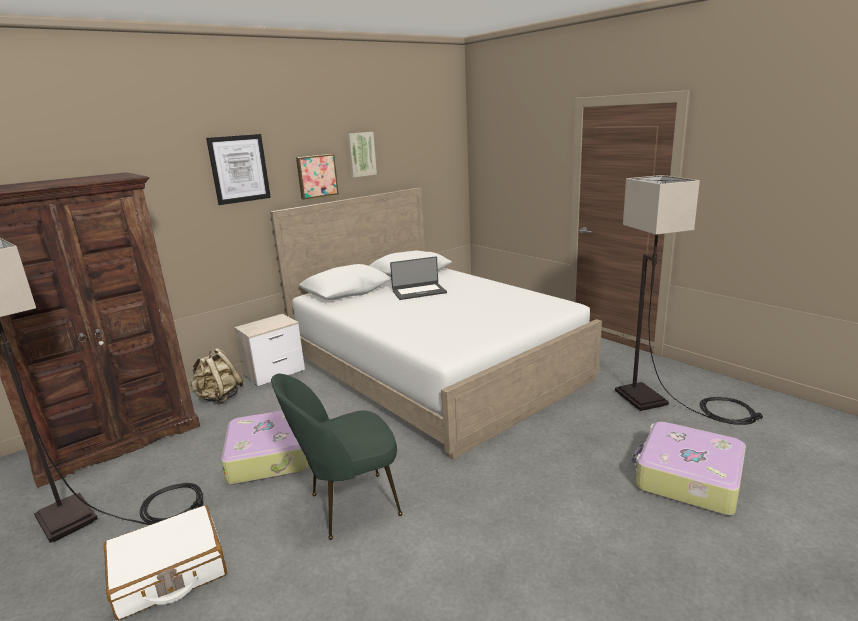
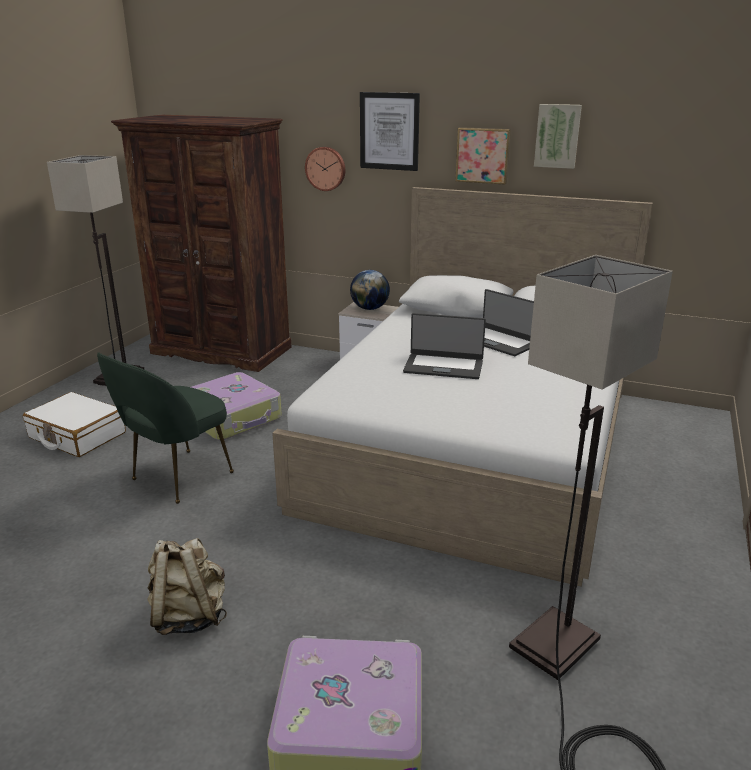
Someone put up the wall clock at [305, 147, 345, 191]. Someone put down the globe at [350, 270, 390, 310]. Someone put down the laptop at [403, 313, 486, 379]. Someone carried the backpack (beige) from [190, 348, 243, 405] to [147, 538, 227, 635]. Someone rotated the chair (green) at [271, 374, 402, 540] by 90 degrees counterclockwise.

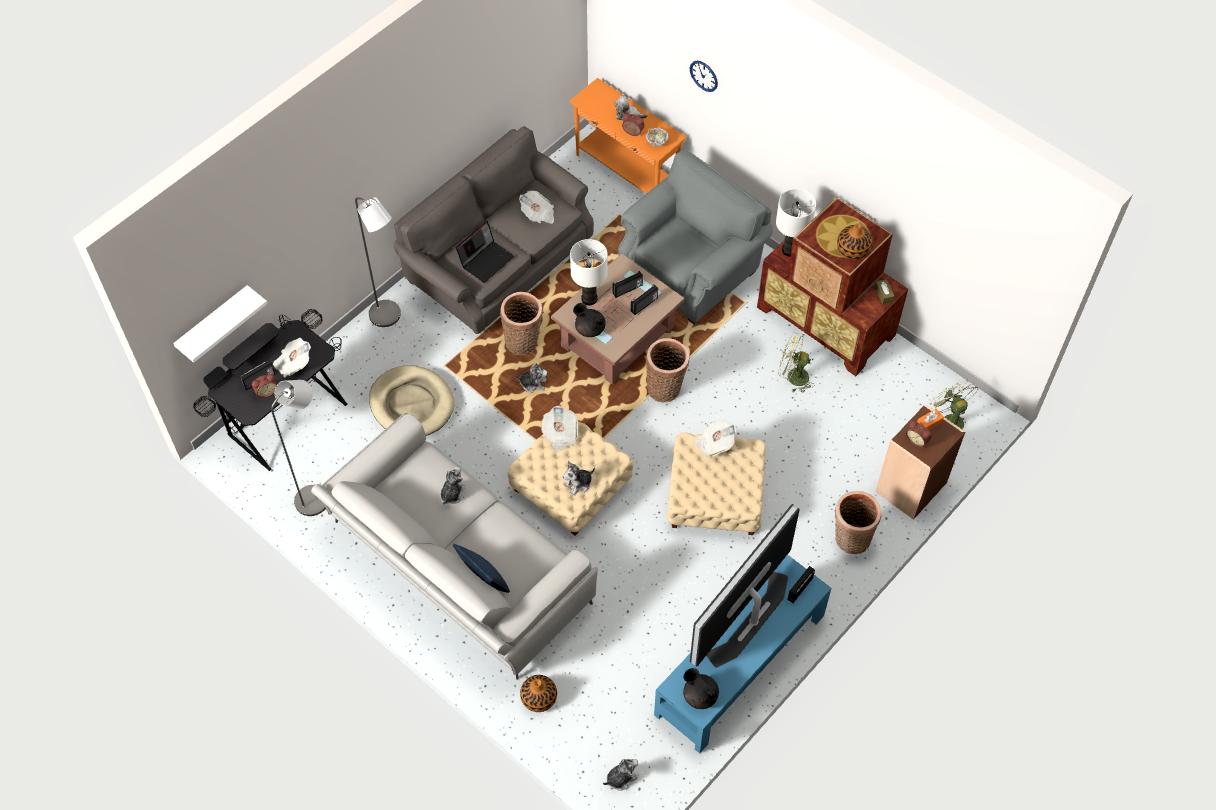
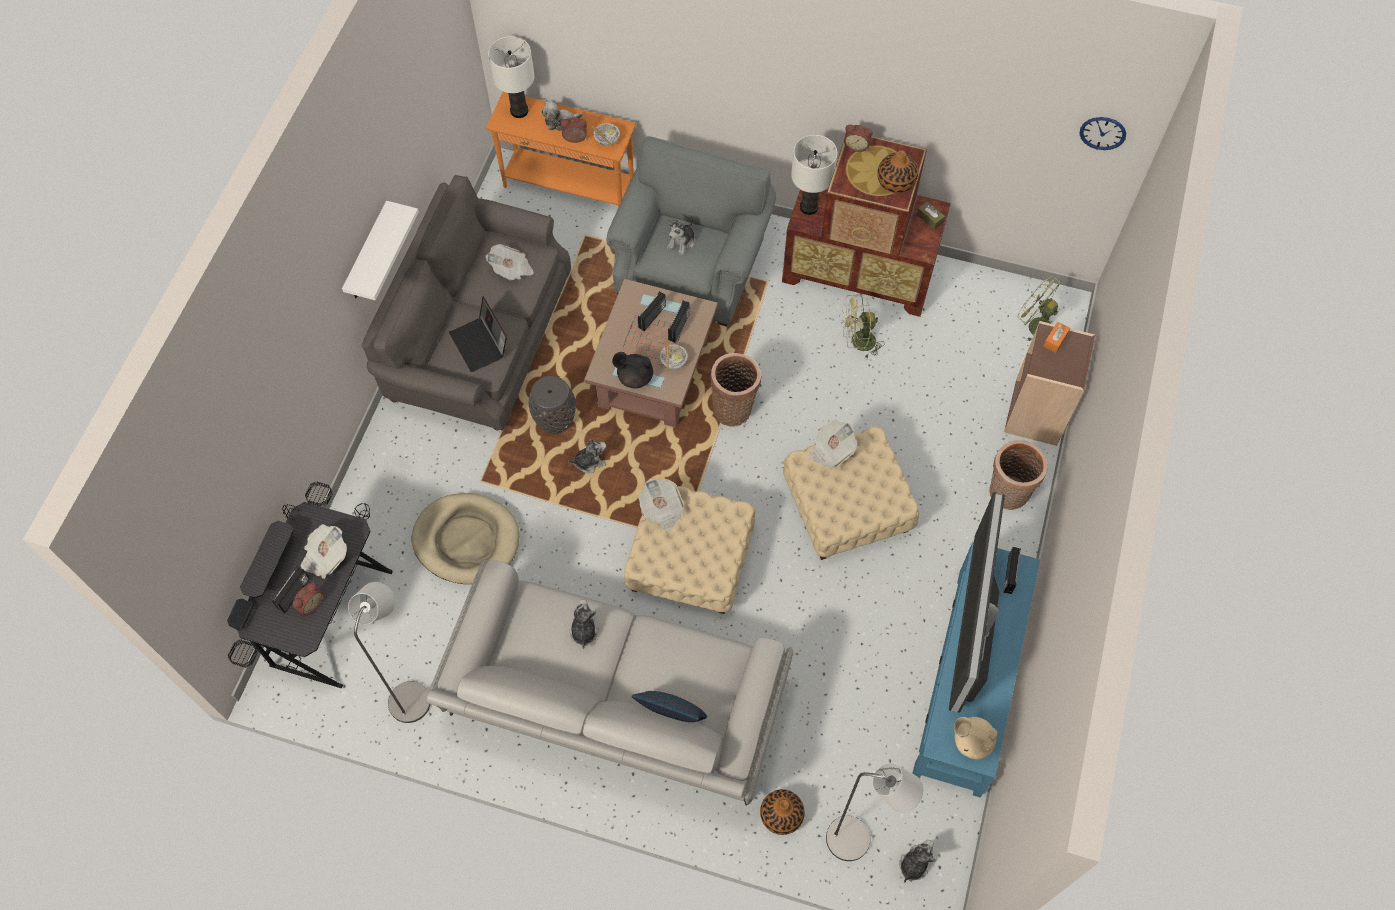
Someone put down the bowl at [660, 341, 688, 371]. Someone carried the shelf (white) from [173, 285, 268, 363] to [342, 201, 419, 300]. Someone carried the floor lamp (grey) from [355, 197, 401, 327] to [826, 763, 923, 861]. Someone carried the plush toy from [562, 461, 595, 496] to [667, 219, 695, 256]. Someone carried the table lamp (white) from [570, 239, 608, 305] to [488, 36, 535, 118]. Someone carried the wall clock from [690, 61, 718, 92] to [1080, 117, 1126, 150]. Someone carried the alarm clock from [905, 421, 931, 447] to [844, 124, 872, 152]. Someone swapped the basket at [500, 292, 543, 355] for the stool (grey) at [529, 376, 576, 434]. Someone repainted the teapot (black) at [683, 668, 719, 709], which became the teapot (beige) at [954, 717, 997, 759]. Someone rotated the laptop at [456, 221, 514, 283] by 135 degrees clockwise.

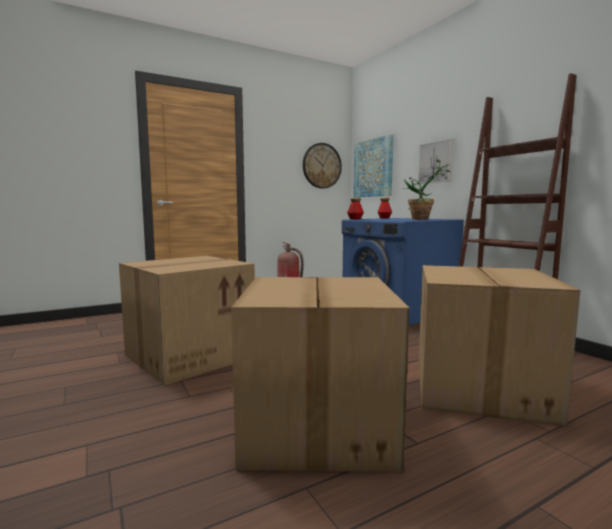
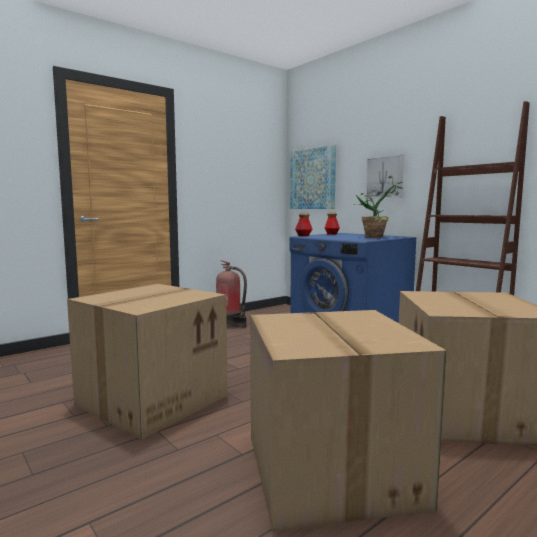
Someone took away the wall clock at [303, 143, 342, 189].

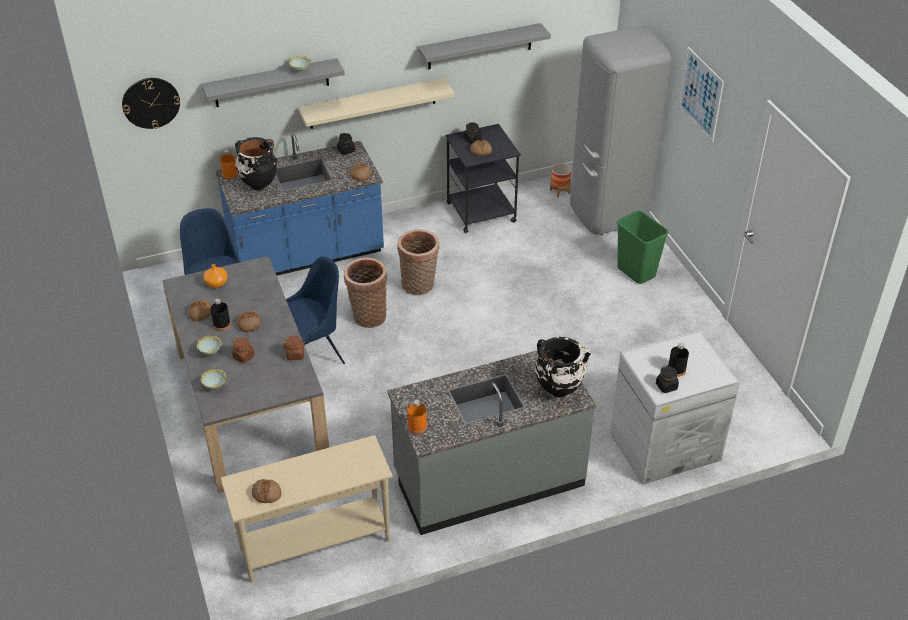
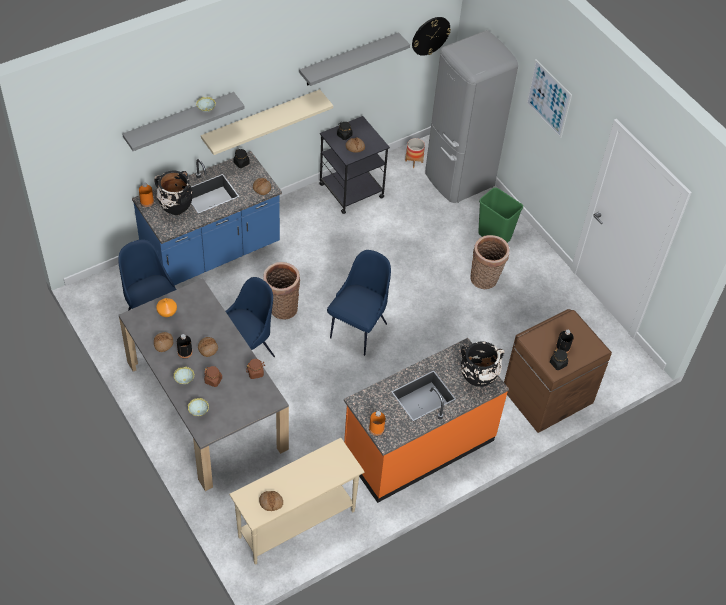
Someone put down the chair (blue) at [327, 250, 391, 356]. Someone carried the wall clock from [122, 78, 180, 129] to [412, 17, 451, 56]. Someone carried the basket from [397, 229, 439, 295] to [471, 235, 509, 289]. Someone repainted the counter (grey) at [387, 350, 596, 535], which became the counter (orange) at [344, 338, 509, 503]. Someone repainted the washing machine (white) at [610, 331, 740, 485], which became the washing machine (brown) at [504, 309, 612, 433].

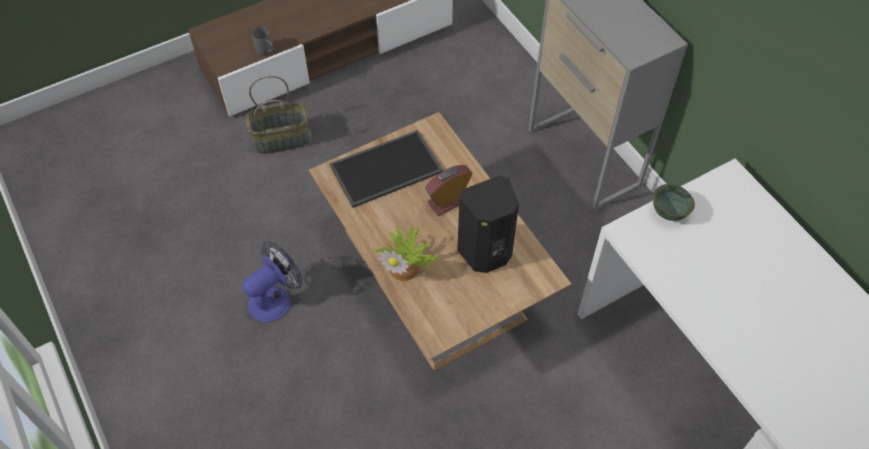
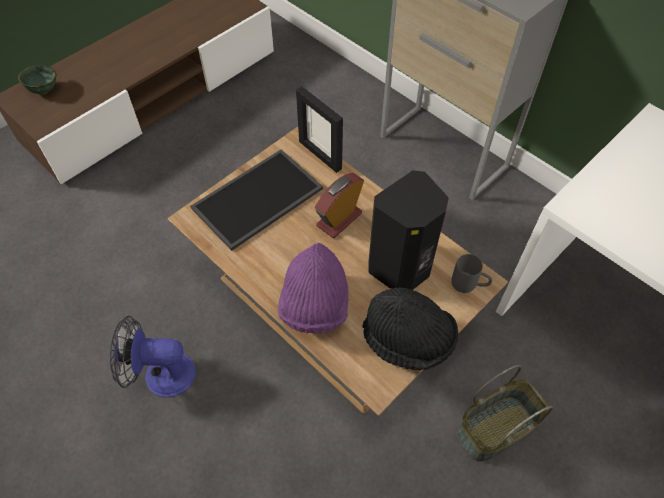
Someone put down the picture frame at [296, 86, 343, 173]. Someone put down the hat (black) at [362, 287, 458, 370]. Someone carried the basket from [246, 76, 310, 154] to [457, 365, 553, 462]. Someone carried the mug (grey) from [252, 27, 274, 56] to [451, 254, 492, 293]. Someone carried the bowl (green) from [653, 184, 695, 221] to [18, 66, 57, 95]. Someone swapped the potted plant at [373, 227, 439, 281] for the hat (purple) at [278, 243, 348, 334]. Someone rotated the fan at [242, 241, 302, 322] by 120 degrees counterclockwise.

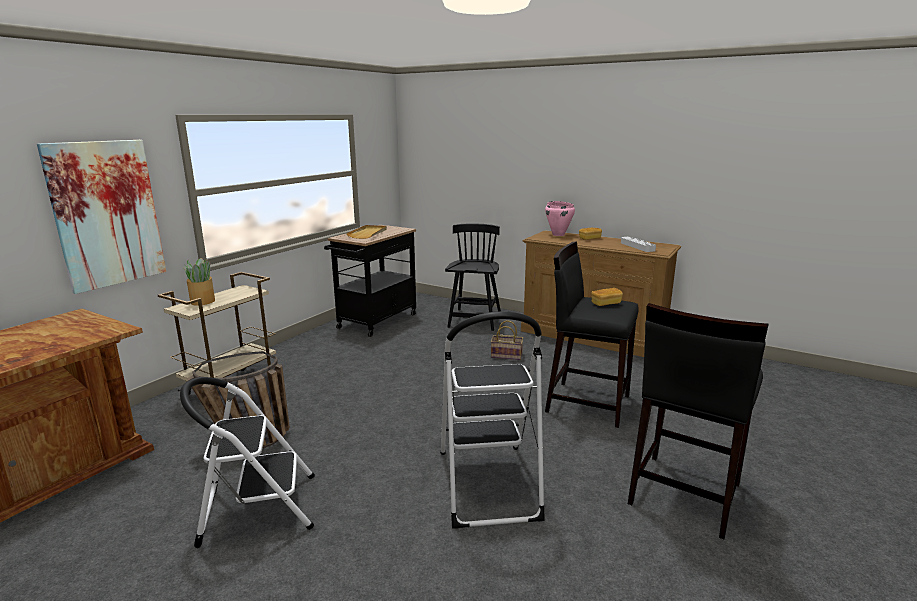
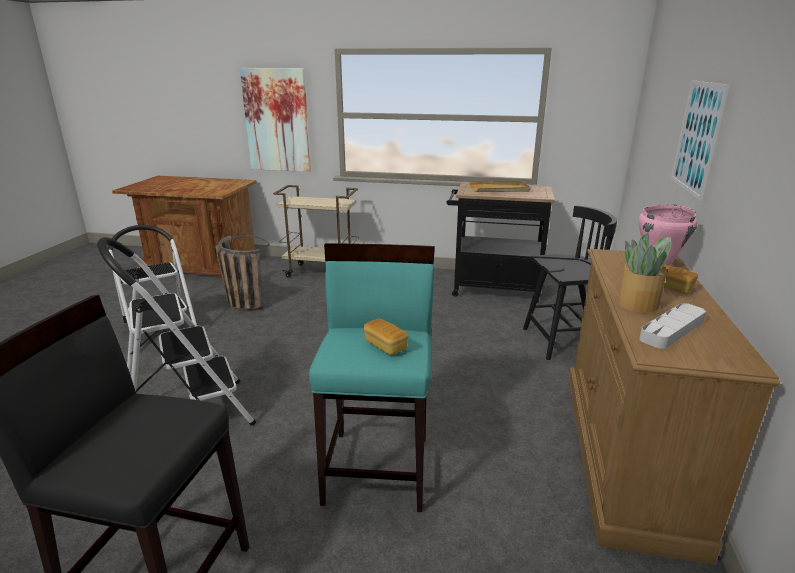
Someone took away the basket at [491, 320, 523, 360]. Someone put up the picture at [671, 80, 730, 202]. Someone carried the potted plant from [182, 258, 215, 306] to [618, 233, 672, 313]. Someone repainted the stool (black) at [545, 241, 639, 428], which became the stool (turquoise) at [309, 243, 435, 512].

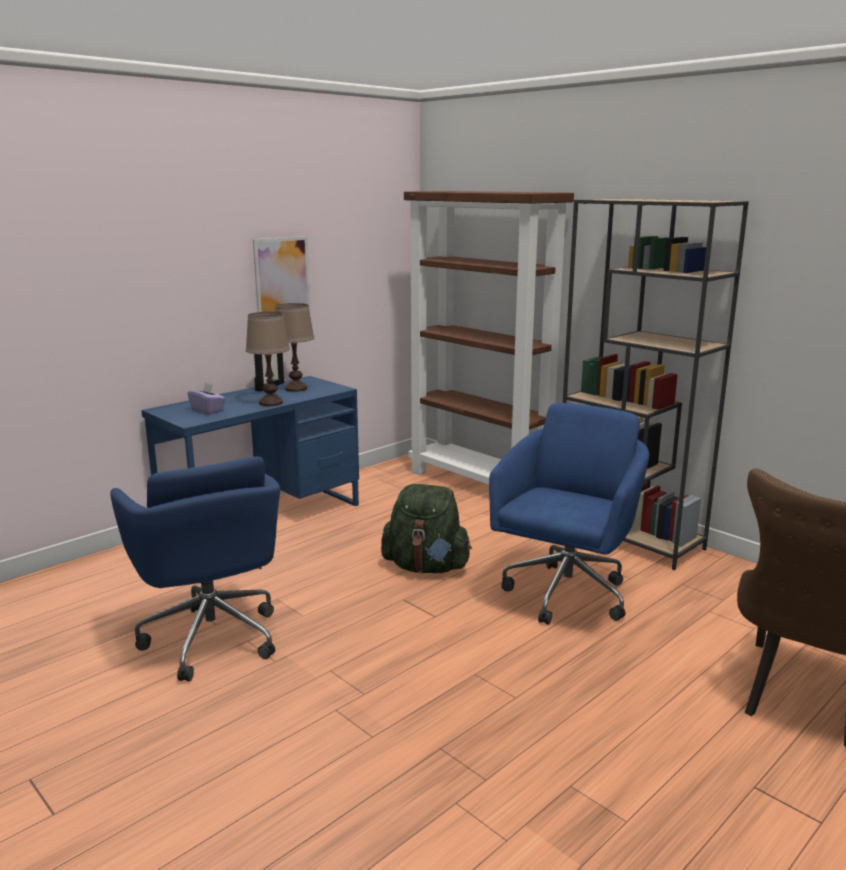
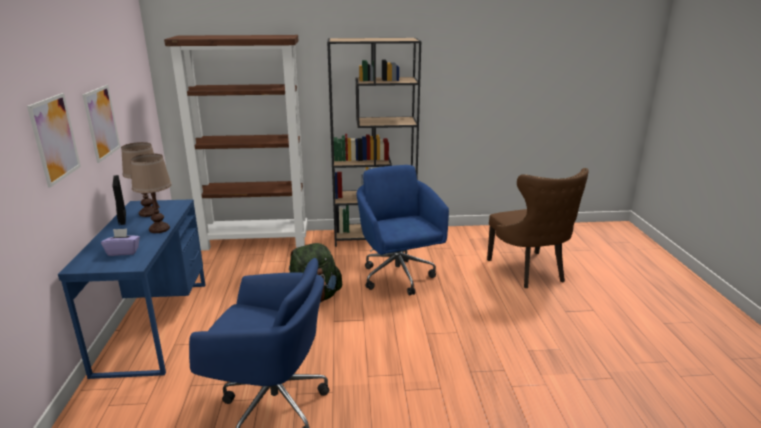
Someone put up the picture at [27, 93, 81, 188].

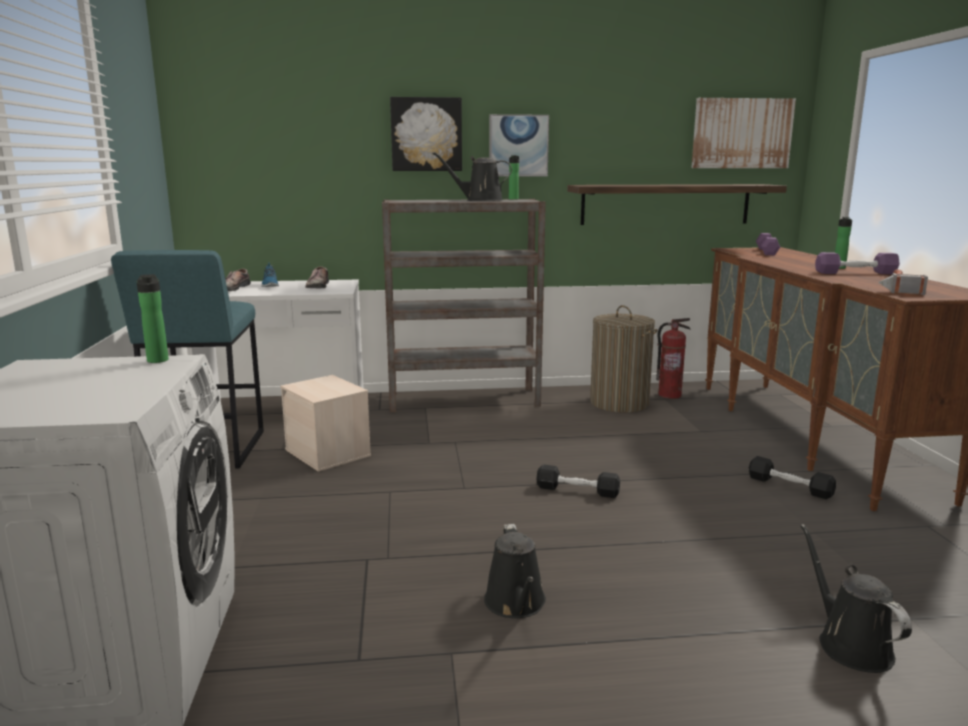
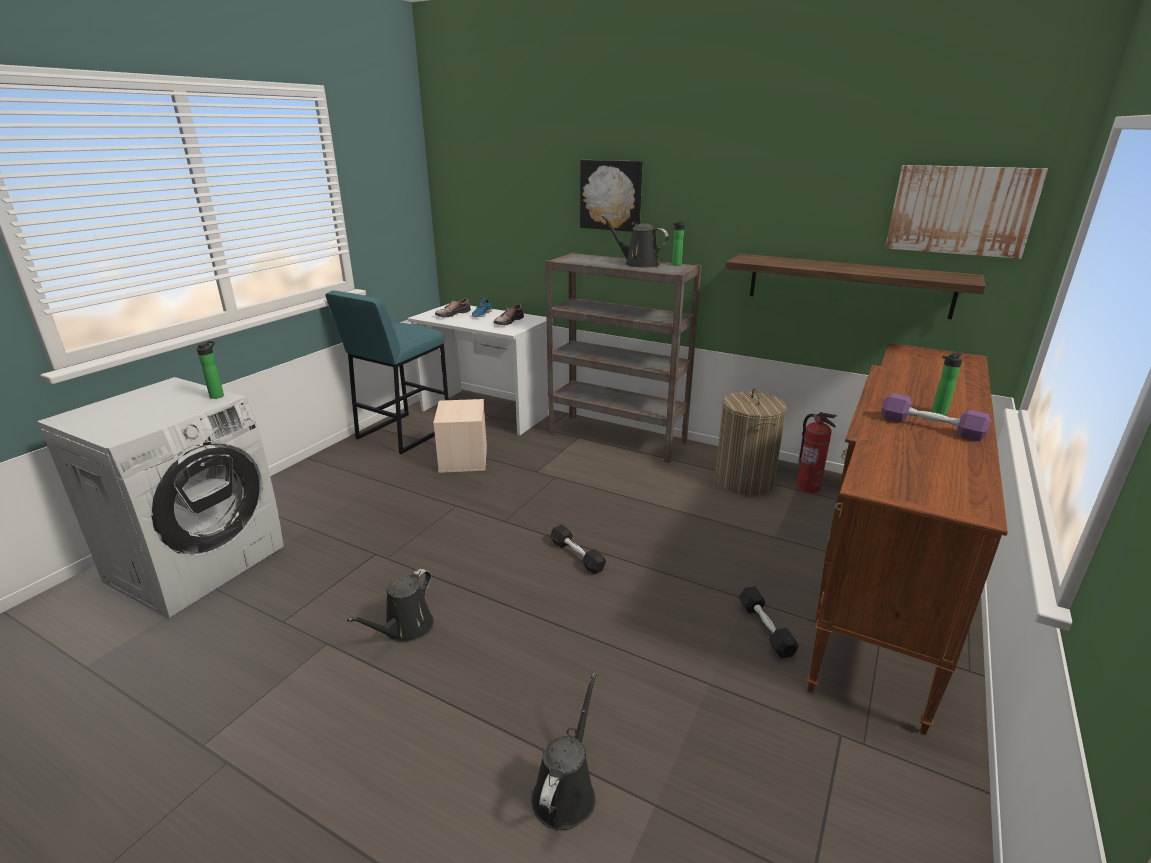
Someone took away the picture at [489, 114, 549, 177]. Someone took away the dumbbell (purple) at [756, 233, 780, 255]. Someone took away the hammer at [878, 269, 928, 295].

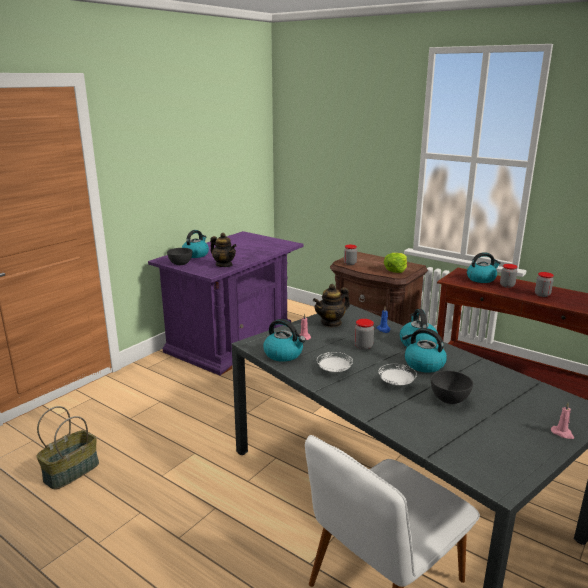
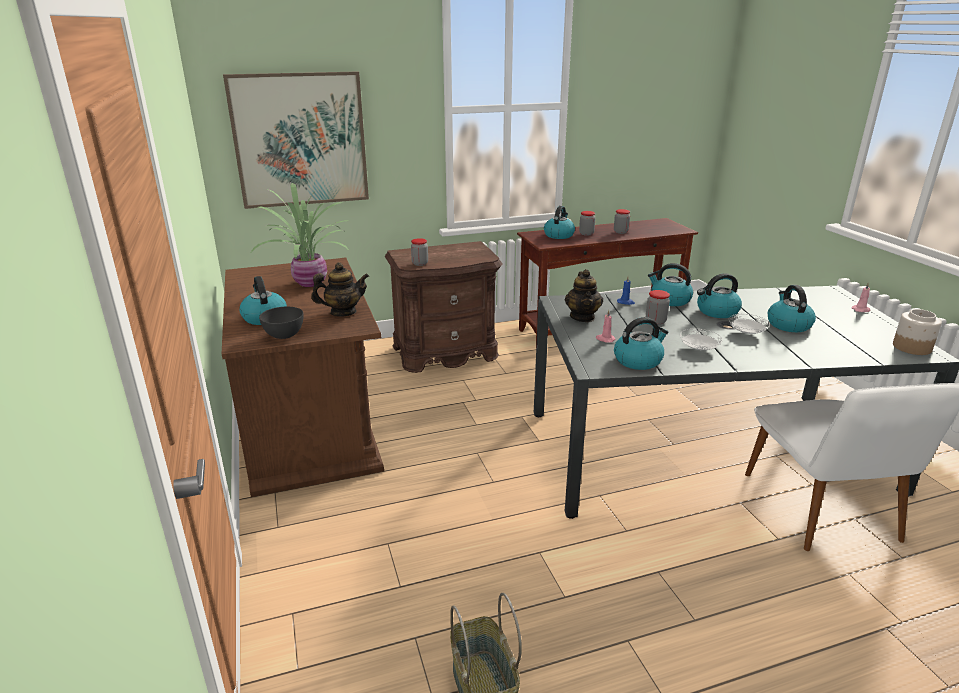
Someone took away the lettuce at [384, 253, 407, 273]. Someone put up the picture at [223, 71, 369, 209]. Someone put down the potted plant at [251, 183, 349, 287]. Someone put down the jar at [893, 309, 942, 355]. Someone swapped the bowl (grey) at [431, 371, 473, 404] for the kettle at [768, 285, 816, 332]. Someone repainted the cabinet (purple) at [148, 231, 304, 375], which became the cabinet (brown) at [222, 257, 384, 497].

